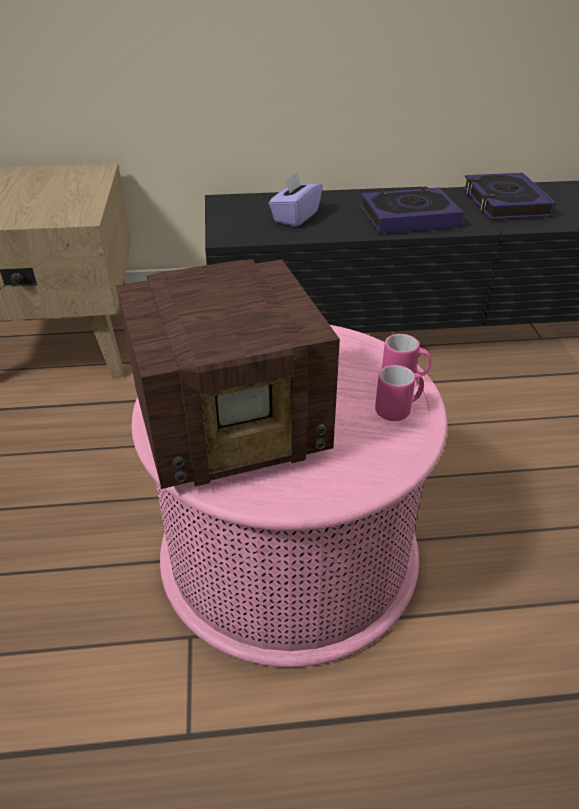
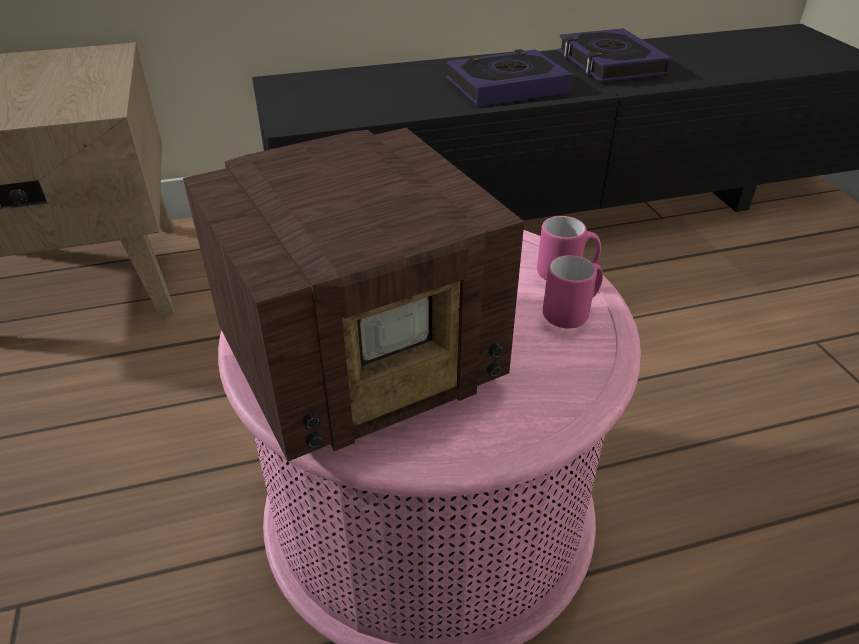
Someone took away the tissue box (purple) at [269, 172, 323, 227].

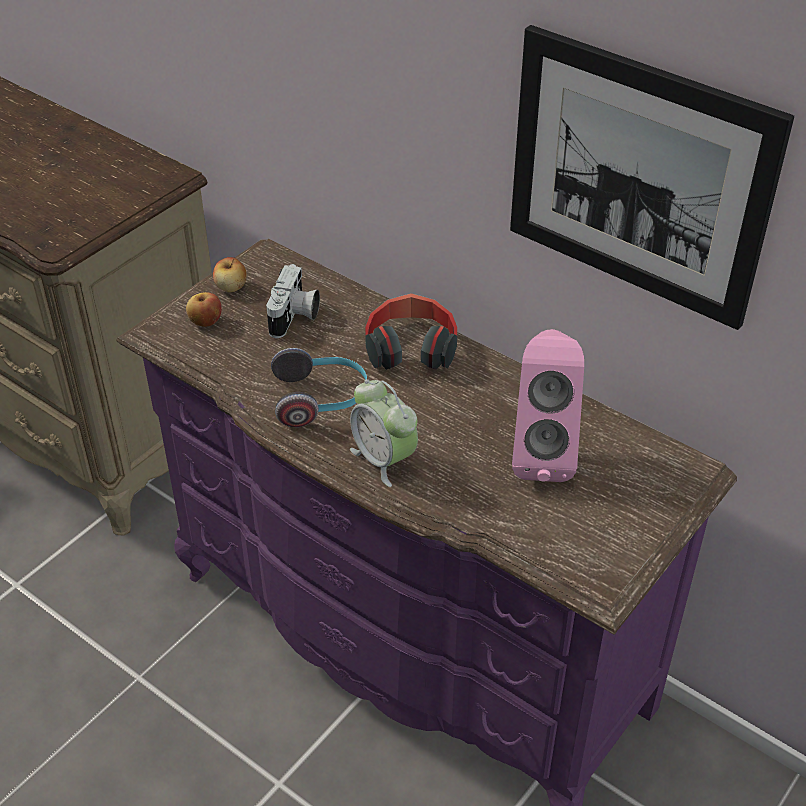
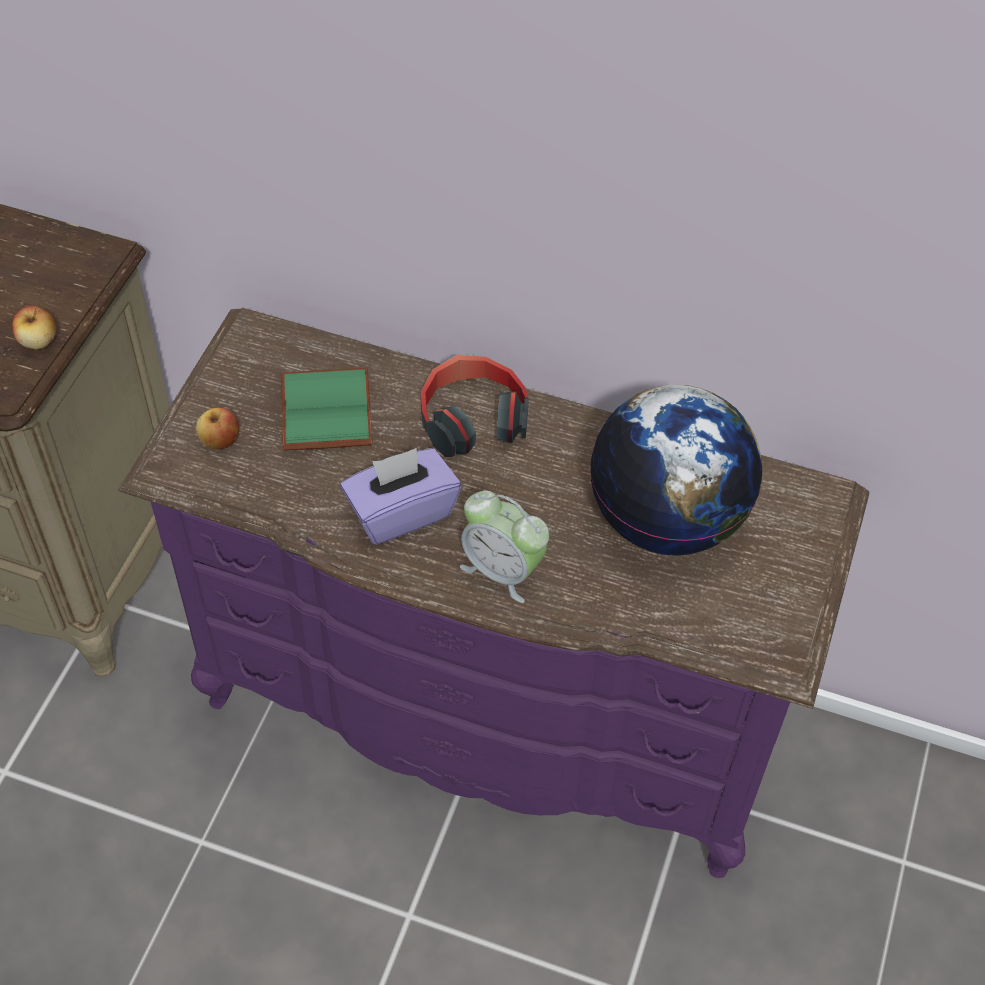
Someone took away the picture at [510, 25, 794, 330]. Someone carried the apple from [213, 257, 246, 292] to [12, 305, 56, 350]. Someone swapped the photo camera at [266, 264, 320, 338] for the book (green) at [281, 368, 372, 451]. Someone swapped the headphones at [271, 348, 367, 427] for the tissue box (purple) at [340, 448, 461, 545]. Someone swapped the speaker (pink) at [512, 329, 584, 482] for the globe at [590, 385, 762, 555].

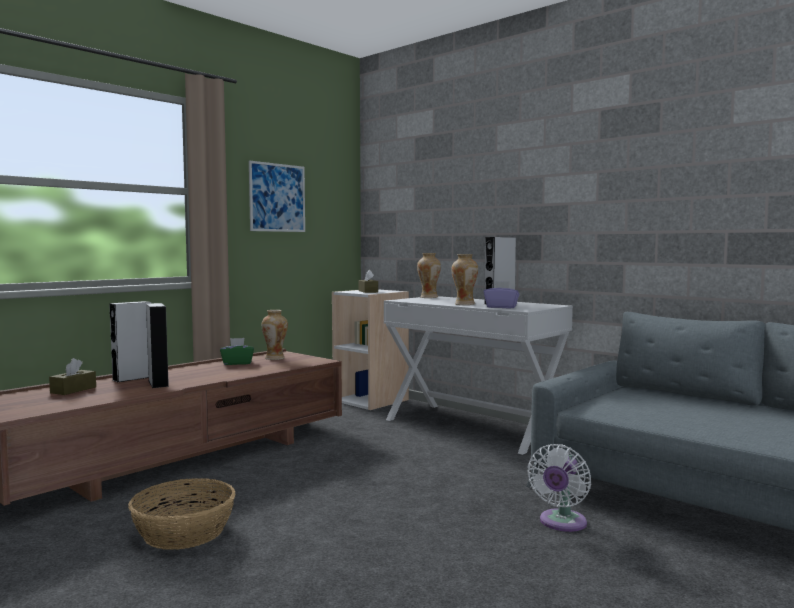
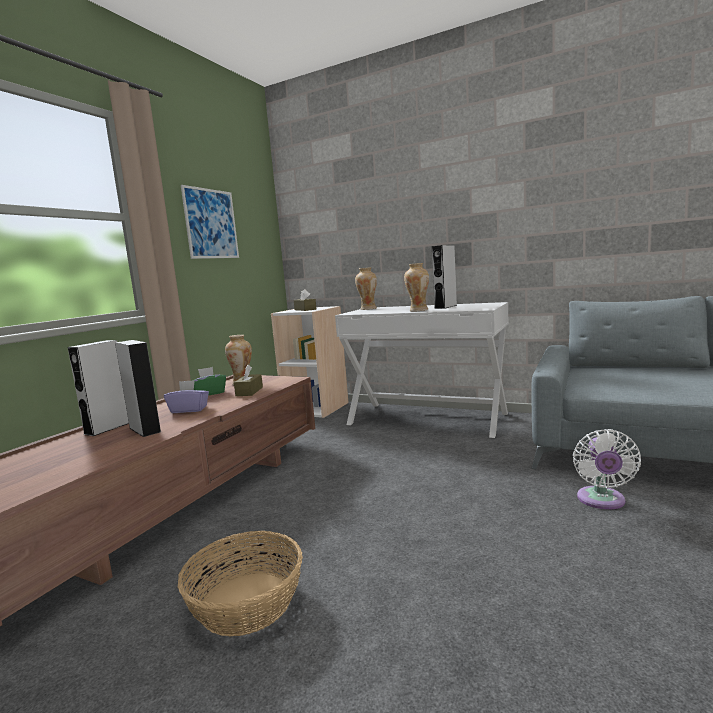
Someone carried the tissue box (brown) from [49, 358, 96, 395] to [234, 365, 263, 396]. Someone carried the tissue box (purple) from [484, 281, 520, 309] to [164, 380, 209, 413].

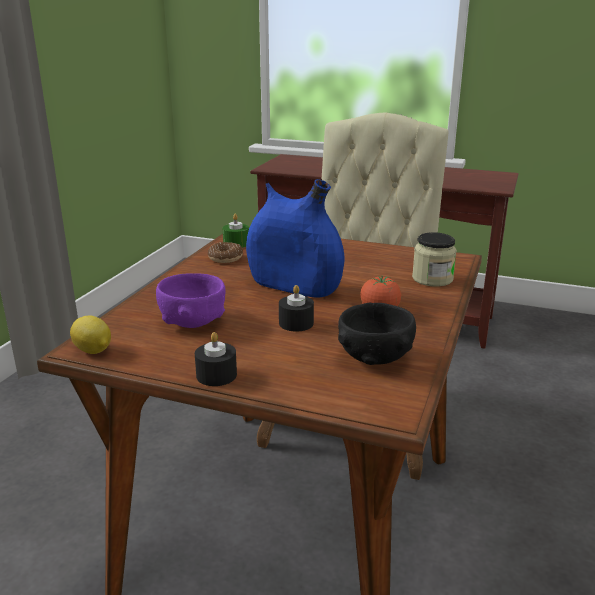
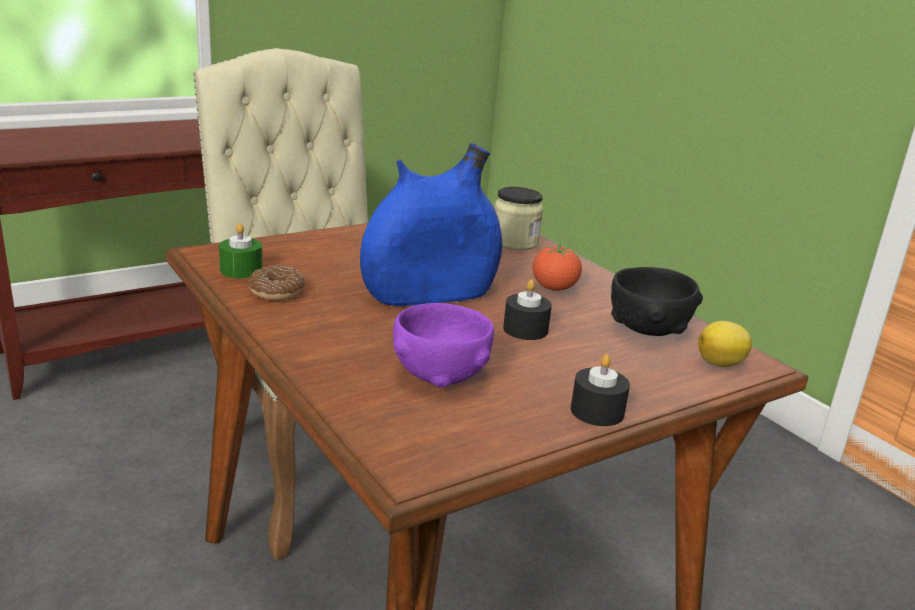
Someone carried the lemon from [70, 315, 111, 354] to [698, 321, 752, 367].

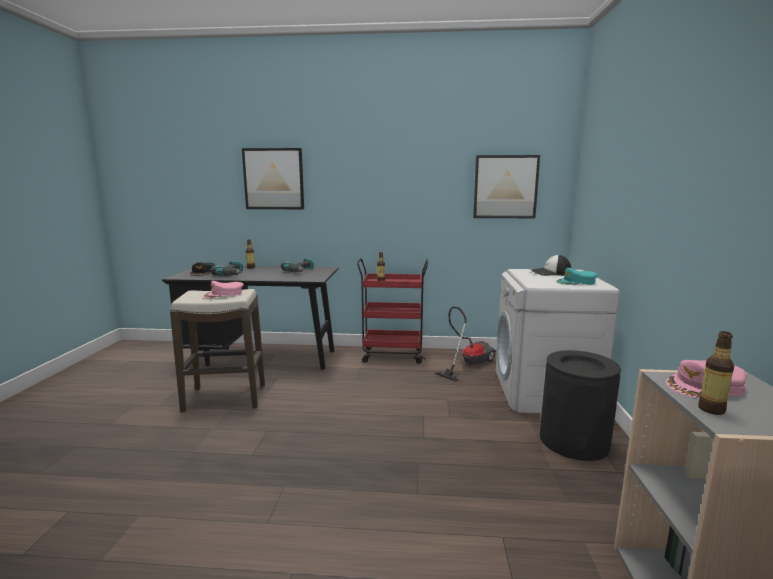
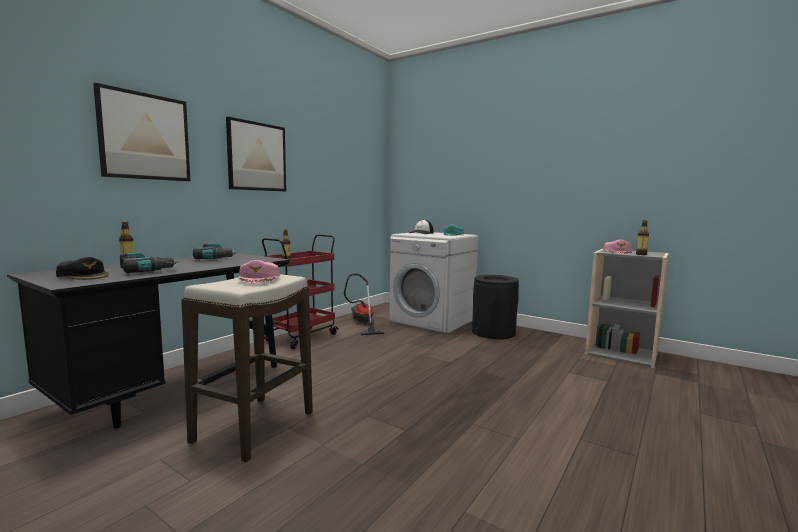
Someone carried the picture from [473, 155, 540, 218] to [226, 117, 286, 192].

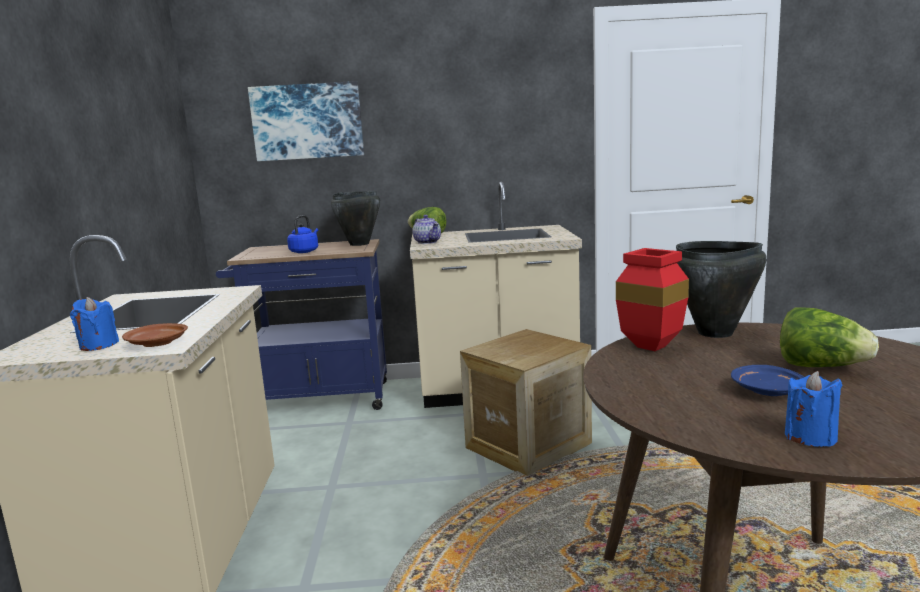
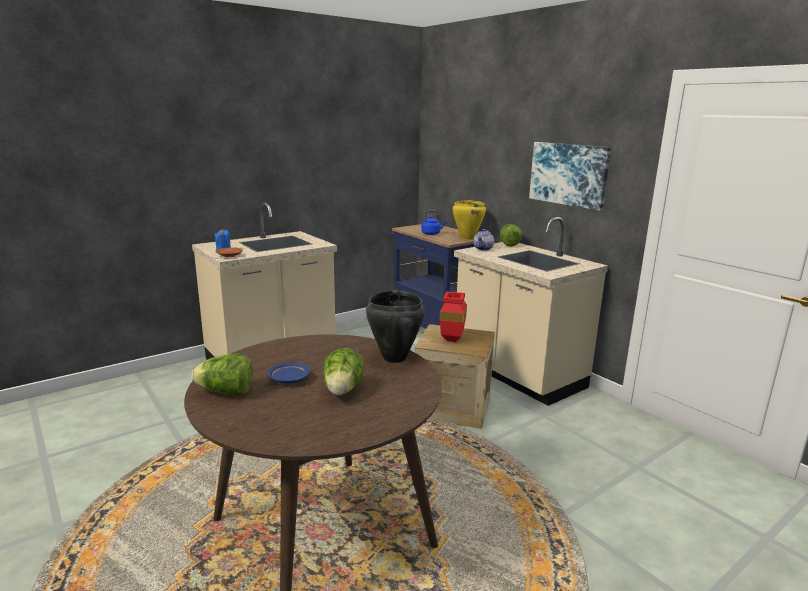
Someone carried the picture from [248, 81, 364, 161] to [529, 142, 611, 211]. Someone carried the vase (red) from [616, 248, 689, 351] to [440, 292, 467, 342]. Someone swapped the candle (blue) at [785, 371, 843, 447] for the lettuce at [192, 354, 253, 395]. Someone repainted the cooking pot (black) at [331, 191, 380, 246], which became the cooking pot (yellow) at [453, 200, 486, 240].

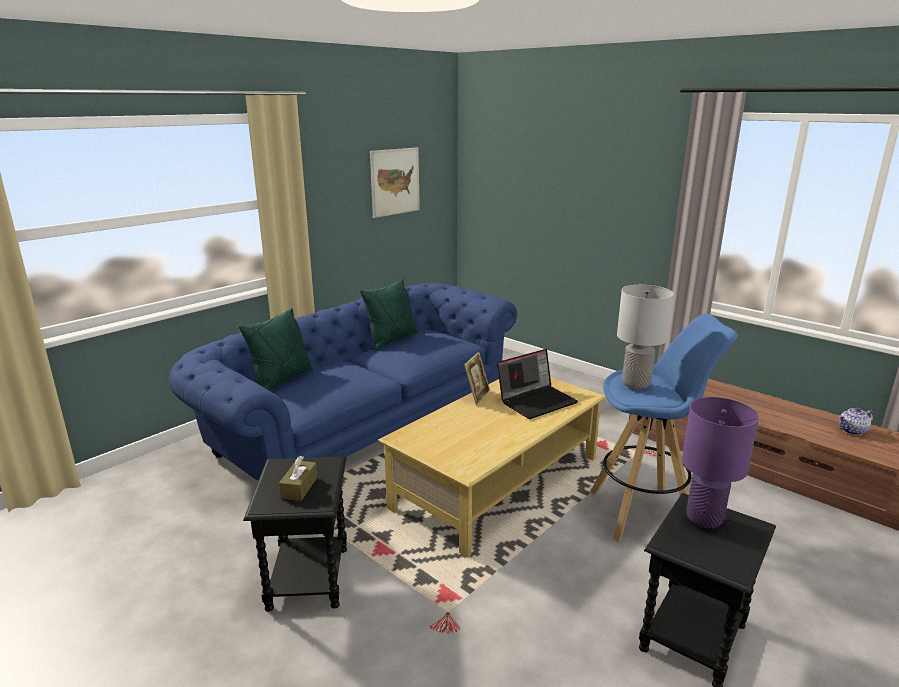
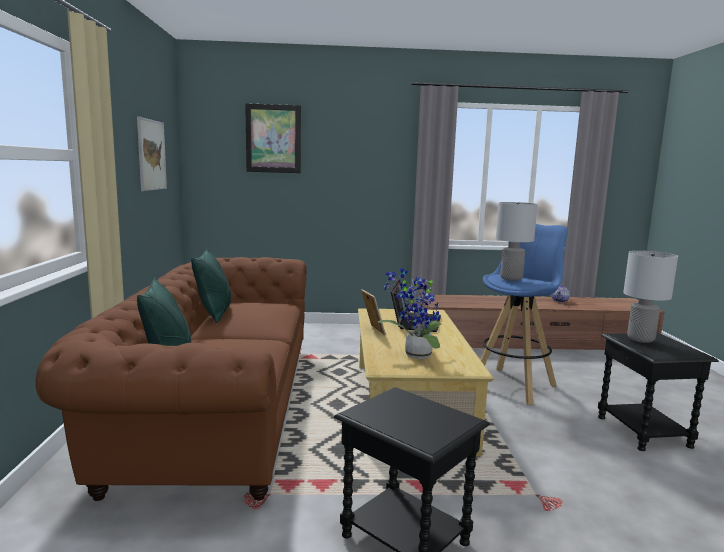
Someone took away the tissue box (brown) at [279, 456, 318, 501]. Someone put up the picture at [245, 103, 301, 173]. Someone put down the potted plant at [378, 268, 441, 359]. Someone repainted the sofa (blue) at [169, 283, 517, 481], which became the sofa (brown) at [36, 257, 307, 501]. Someone repainted the table lamp (purple) at [682, 397, 759, 529], which became the table lamp (grey) at [623, 251, 678, 343].

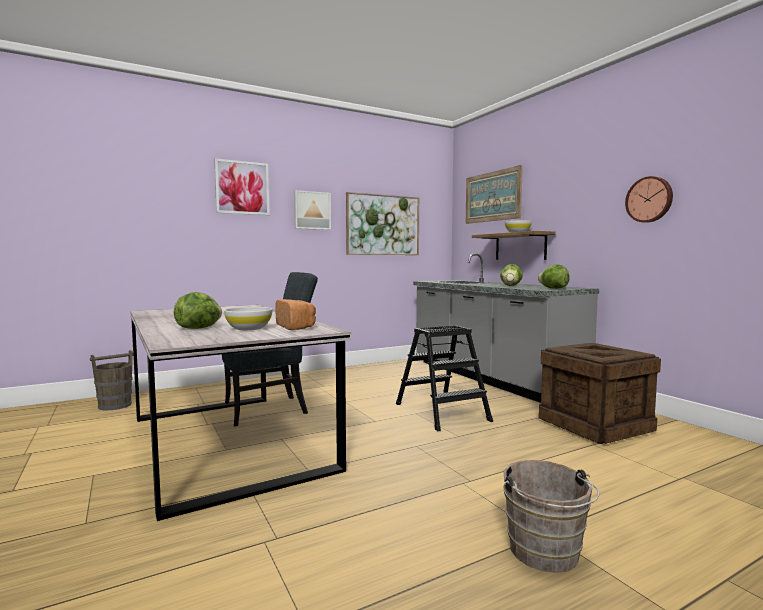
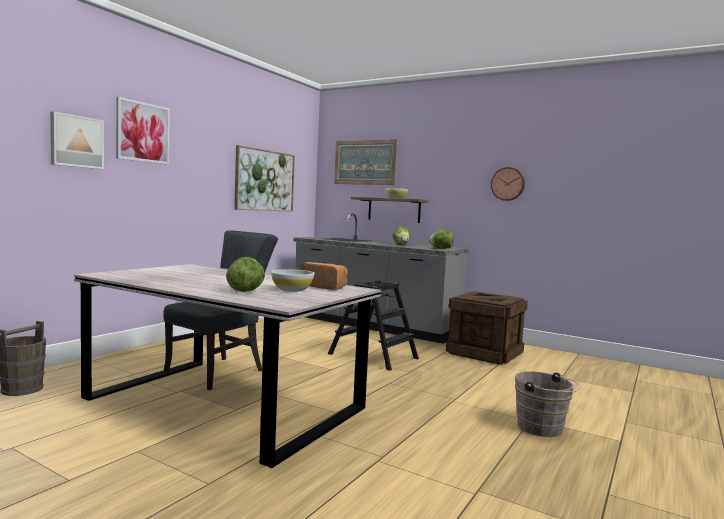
Someone carried the picture from [294, 190, 331, 230] to [50, 111, 104, 169].

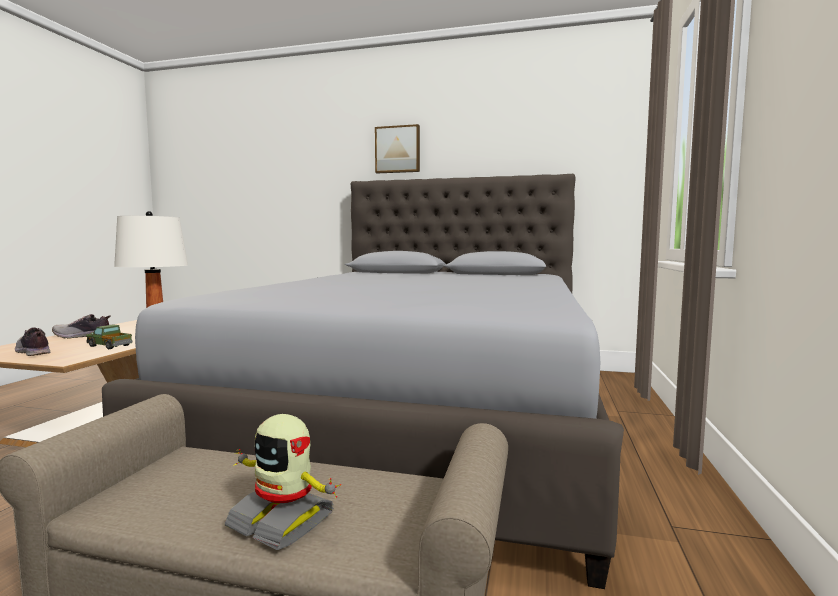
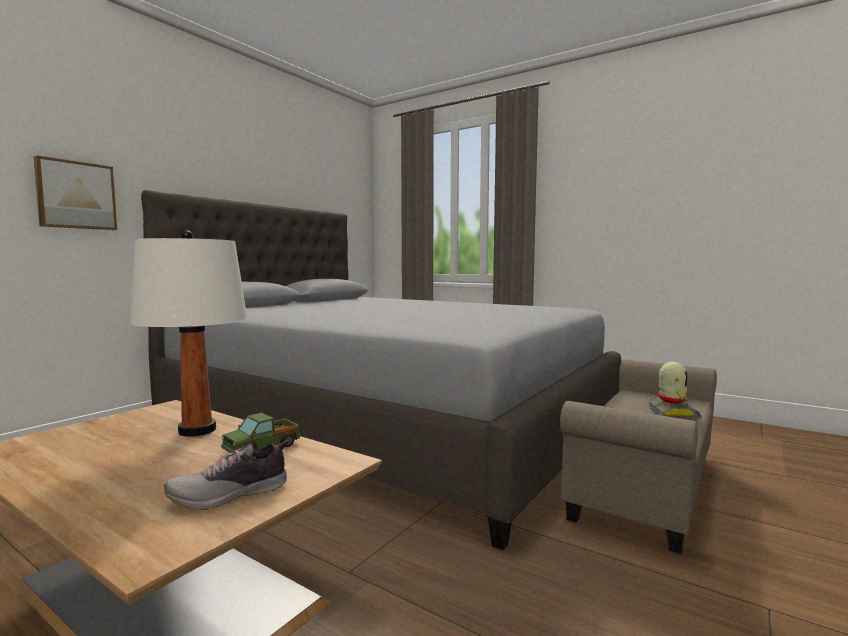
Someone took away the shoe at [52, 314, 110, 338]. Someone carried the picture from [375, 124, 420, 173] to [34, 156, 117, 230]. Someone rotated the toy robot at [225, 414, 341, 550] by 45 degrees counterclockwise.

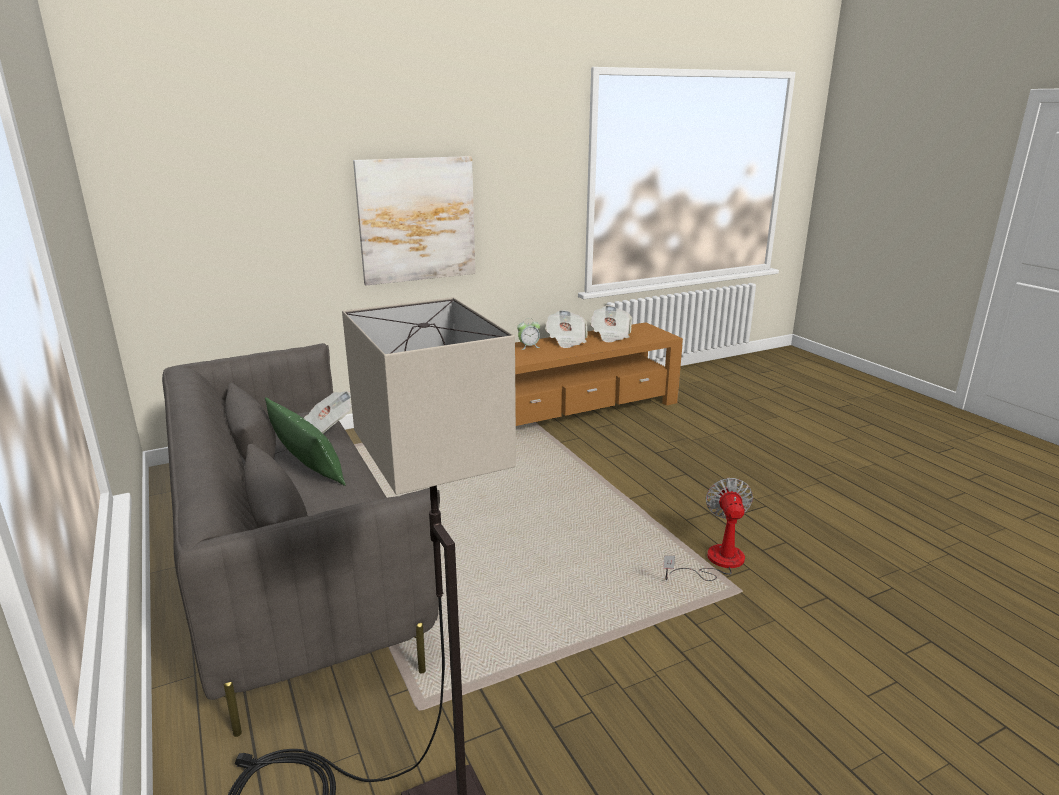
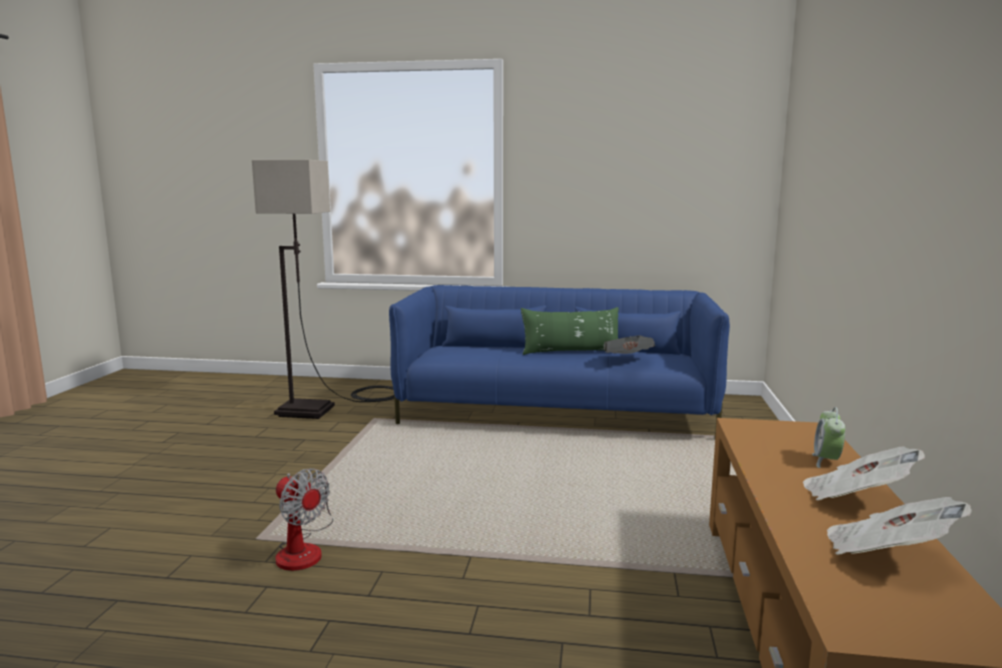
Someone took away the picture at [353, 156, 475, 286]. Someone repainted the sofa (grey) at [162, 343, 440, 737], which became the sofa (blue) at [389, 285, 730, 436].

